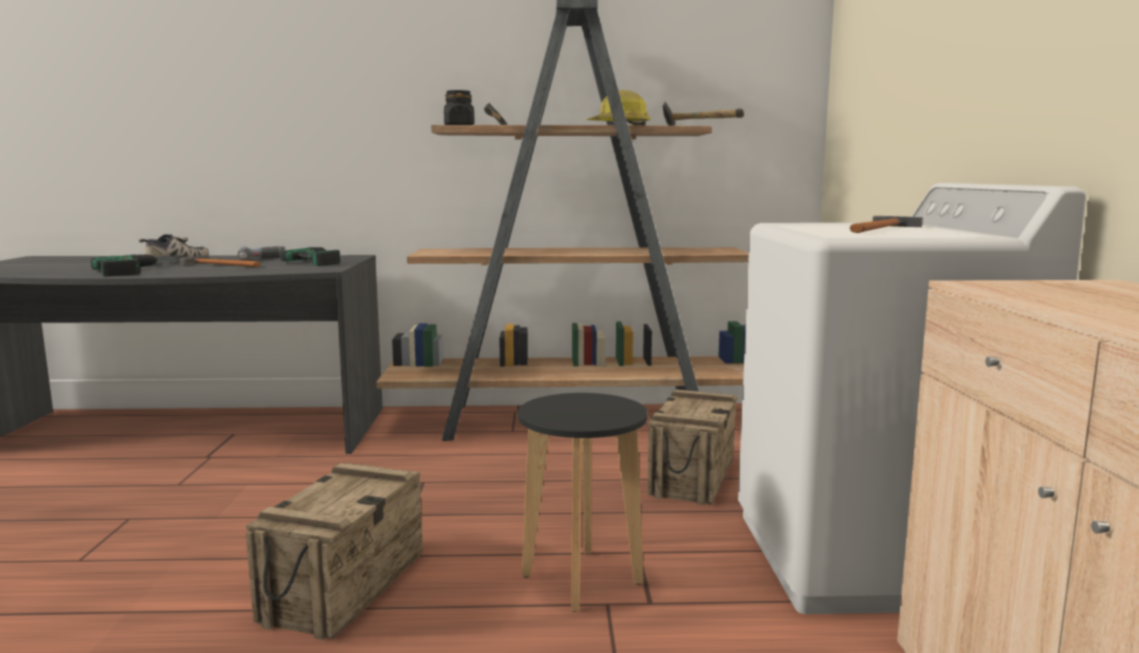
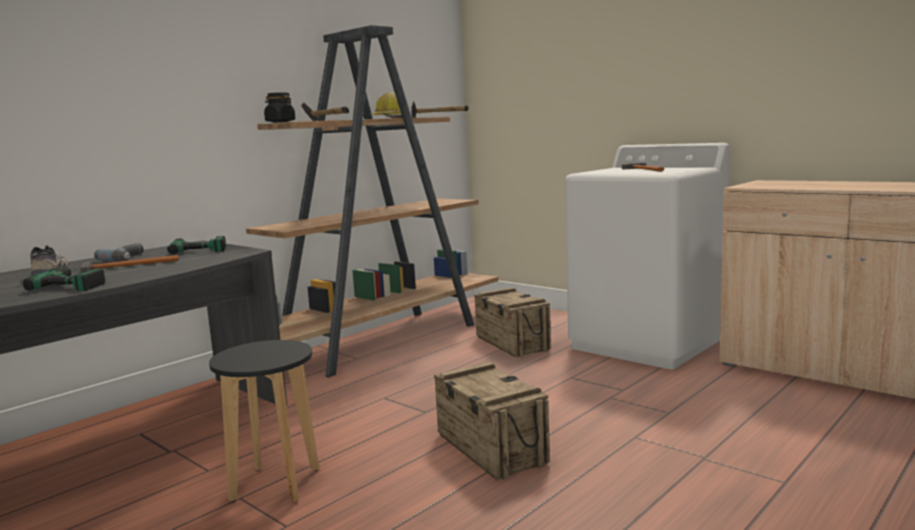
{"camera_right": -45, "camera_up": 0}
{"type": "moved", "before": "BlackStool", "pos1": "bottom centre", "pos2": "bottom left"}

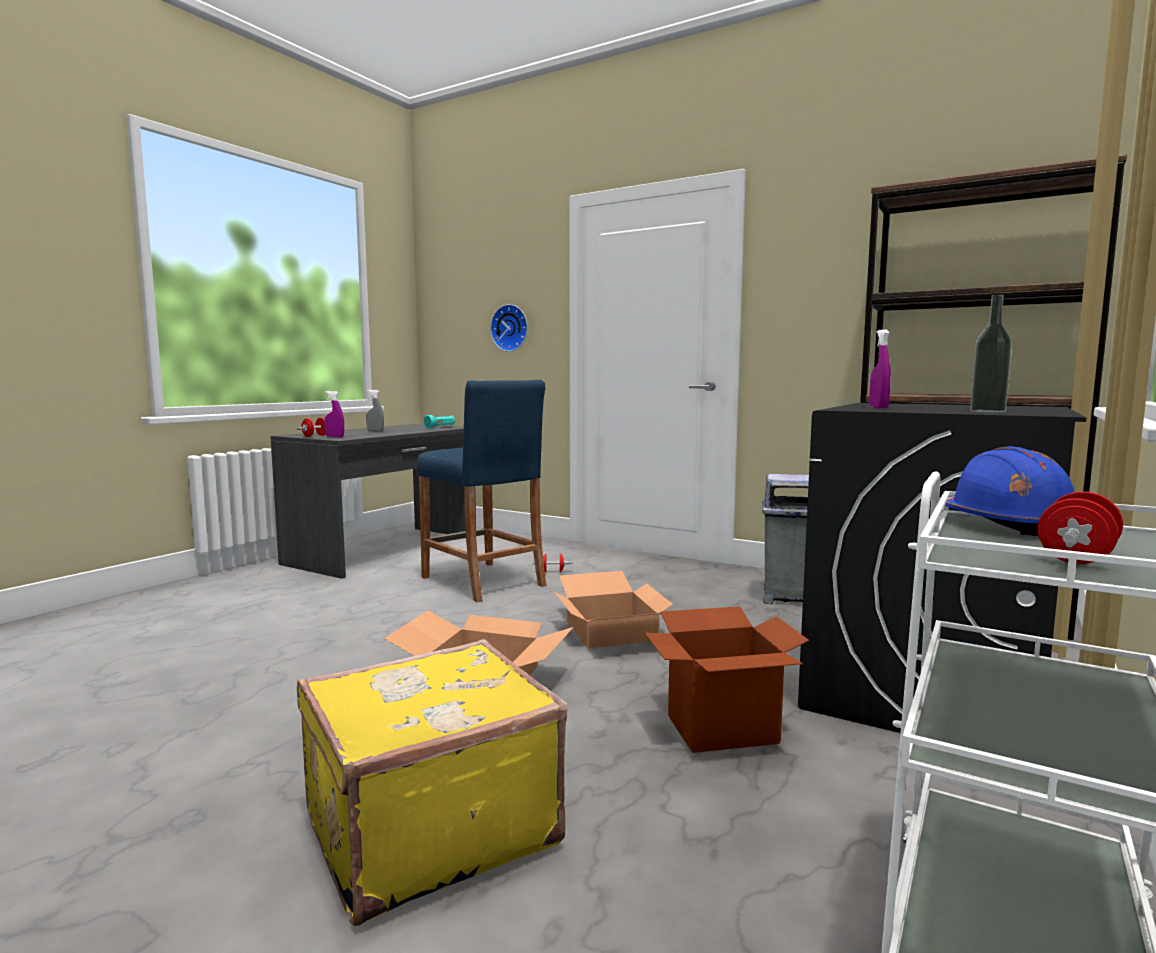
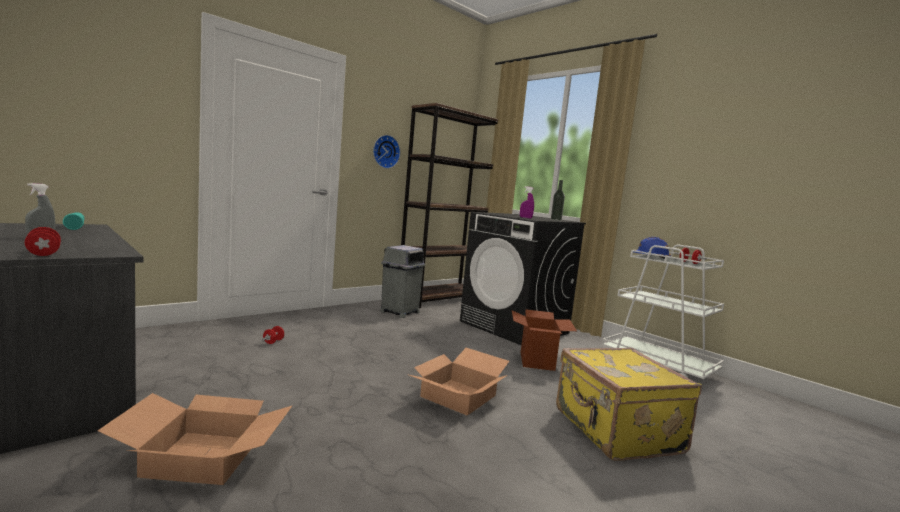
{"camera_right": -75, "camera_up": 0}
{"type": "removed", "before": "PurpleSprayBottle (1st from left)", "pos1": "middle left"}
{"type": "removed", "before": "BlueStool", "pos1": "centre"}
{"type": "moved", "before": "WallClock", "pos1": "centre", "pos2": "top centre"}
{"type": "moved", "before": "CardboardBox (2nd from left in the first image)", "after": "CardboardBox (1st from left)", "pos1": "centre", "pos2": "bottom left"}

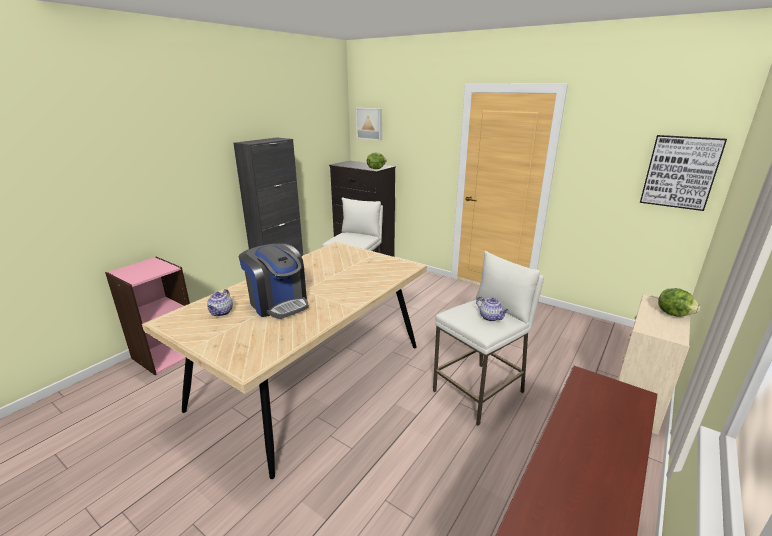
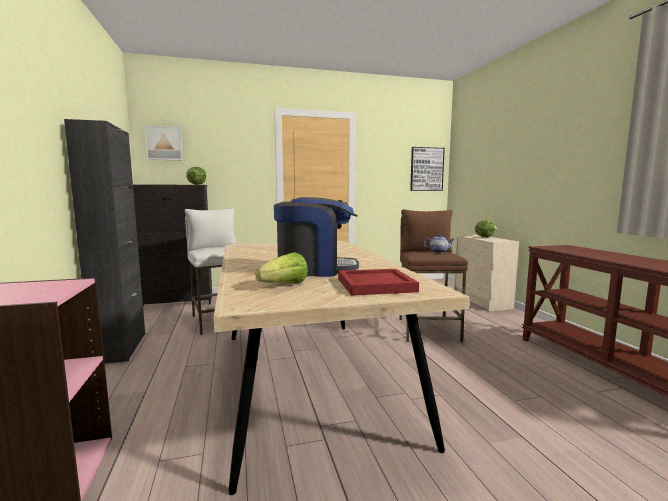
{"camera_right": -50, "camera_up": -15}
{"type": "added", "after": "RedTray", "pos2": "centre"}
{"type": "replaced", "before": "Teapot (1st from left)", "after": "Lettuce (2nd from left)", "pos1": "middle left", "pos2": "centre"}
{"type": "recoloured", "before": "WhiteStool (2nd from left)", "after": "BrownStool", "pos1": "centre", "pos2": "centre"}

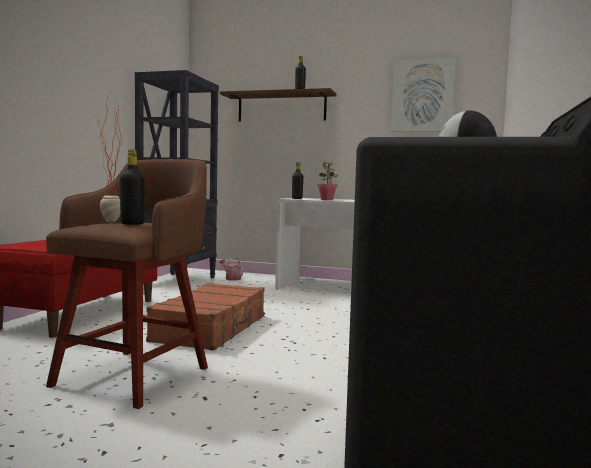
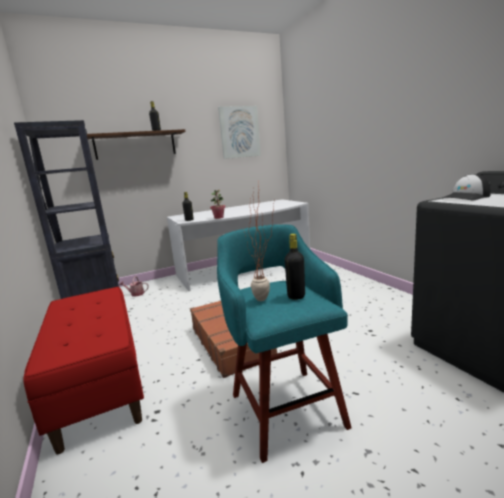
{"camera_right": -40, "camera_up": 10}
{"type": "recoloured", "before": "BrownStool", "after": "TurquoiseStool", "pos1": "middle left", "pos2": "bottom centre"}

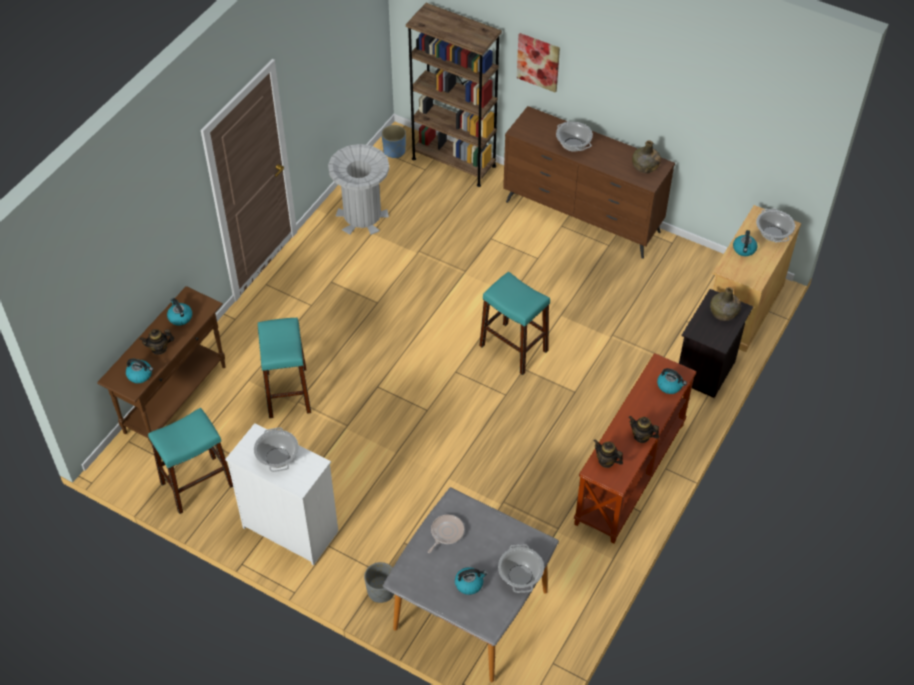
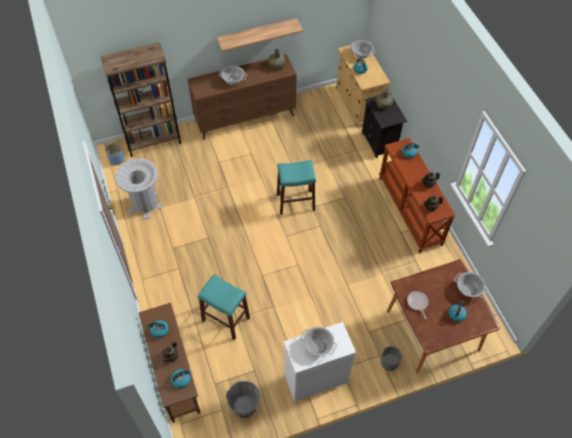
{"camera_right": -50, "camera_up": 5}
{"type": "removed", "before": "Picture", "pos1": "top centre"}
{"type": "added", "after": "Shelf", "pos2": "top centre"}
{"type": "replaced", "before": "TurquoiseStool (1st from left)", "after": "GreyBucket", "pos1": "bottom left", "pos2": "bottom centre"}
{"type": "recoloured", "before": "GreyDiningTable", "after": "BrownDiningTable", "pos1": "bottom centre", "pos2": "bottom right"}

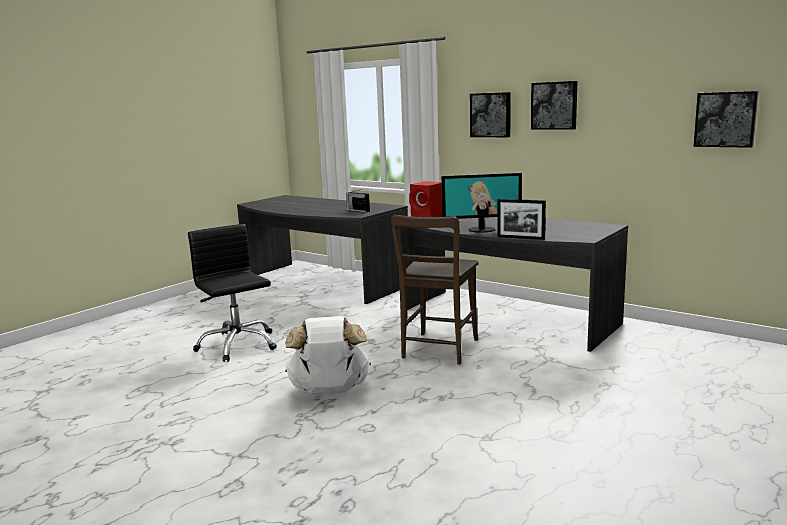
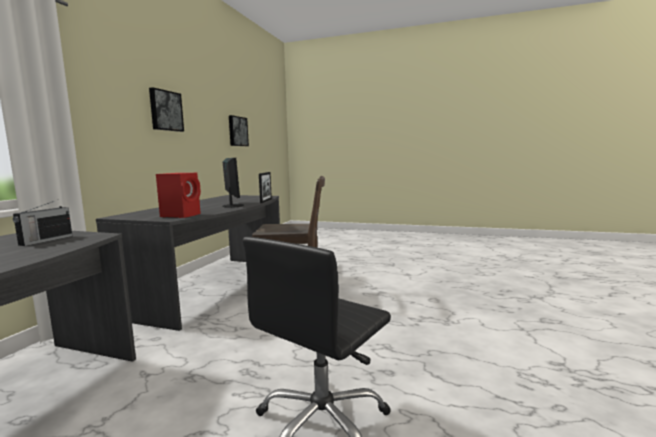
{"camera_right": -110, "camera_up": -5}
{"type": "removed", "before": "WhiteBackpack", "pos1": "bottom centre"}
{"type": "removed", "before": "Picture (1st from left)", "pos1": "top centre"}

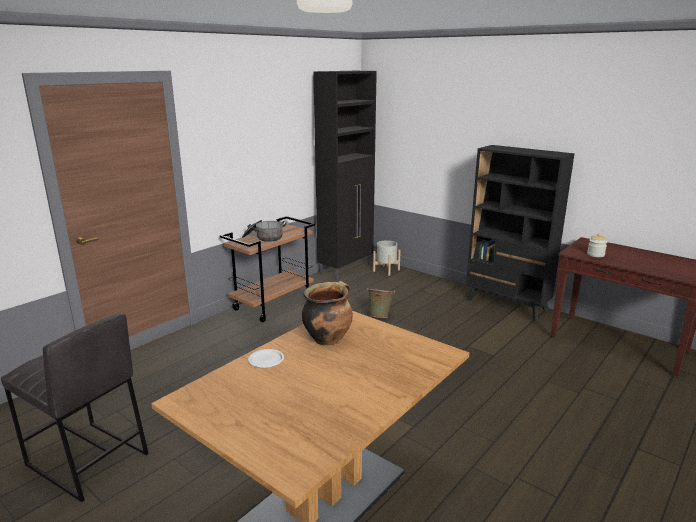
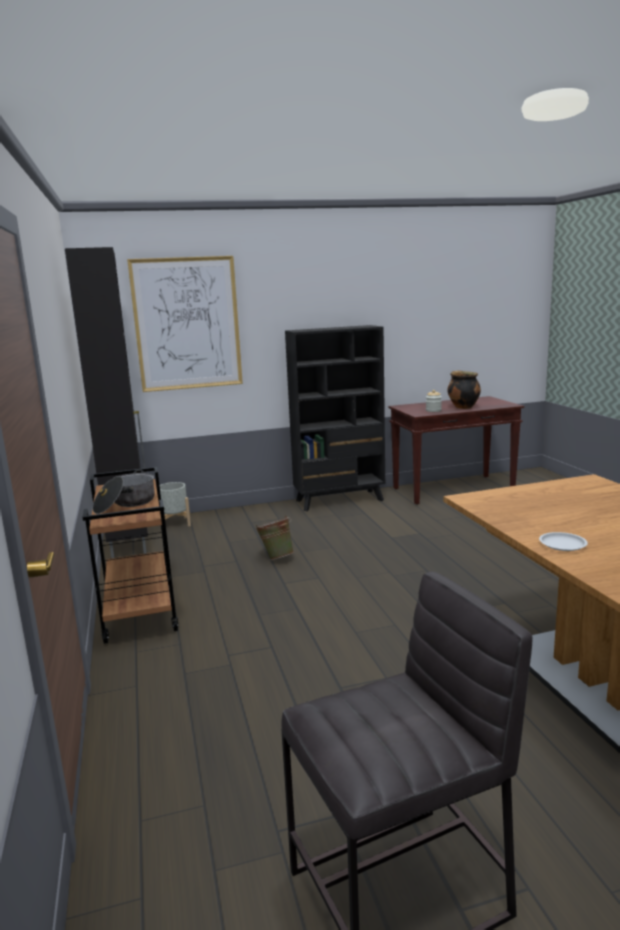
{"camera_right": -55, "camera_up": -5}
{"type": "added", "after": "Picture", "pos2": "middle left"}
{"type": "moved", "before": "CookingPot (2nd from left)", "pos1": "centre", "pos2": "middle right"}

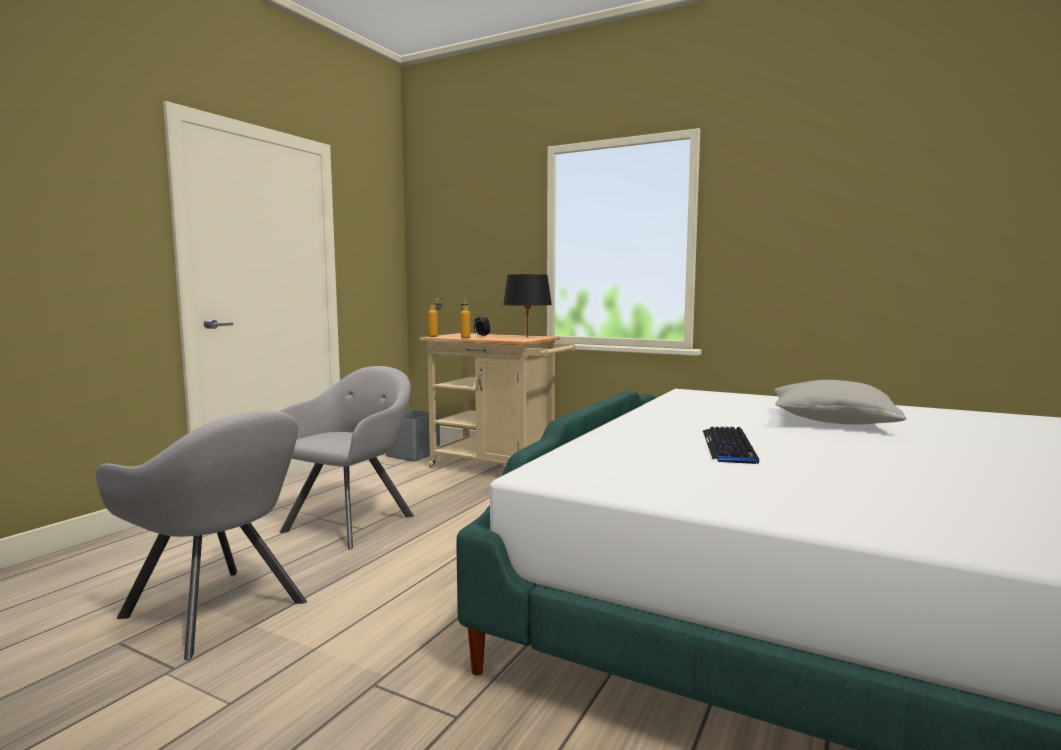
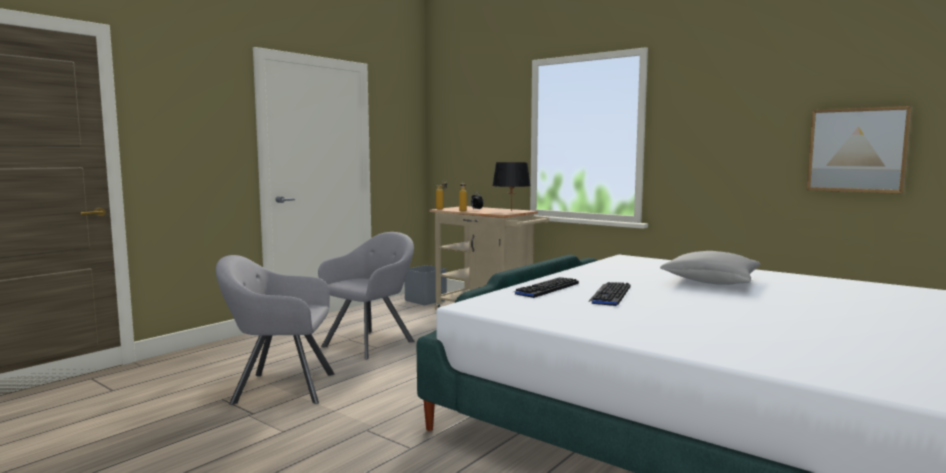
{"camera_right": 10, "camera_up": 0}
{"type": "added", "after": "Keyboard (1st from left)", "pos2": "centre"}
{"type": "added", "after": "Picture", "pos2": "top right"}
{"type": "turned", "before": "GreyArmchair (1st from left)", "pos1": "bottom left", "pos2": "bottom left", "turn": 135}

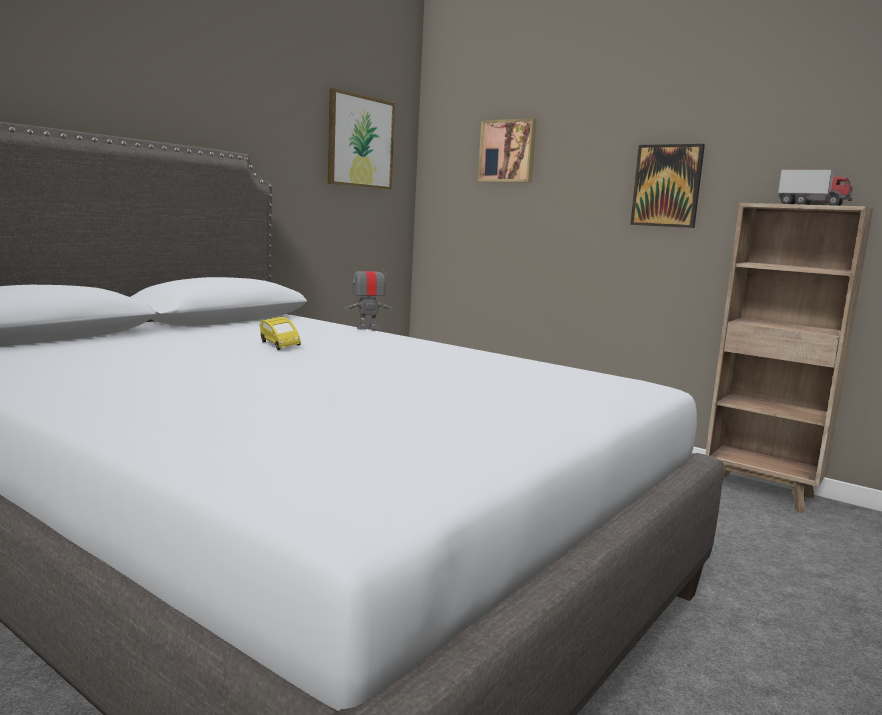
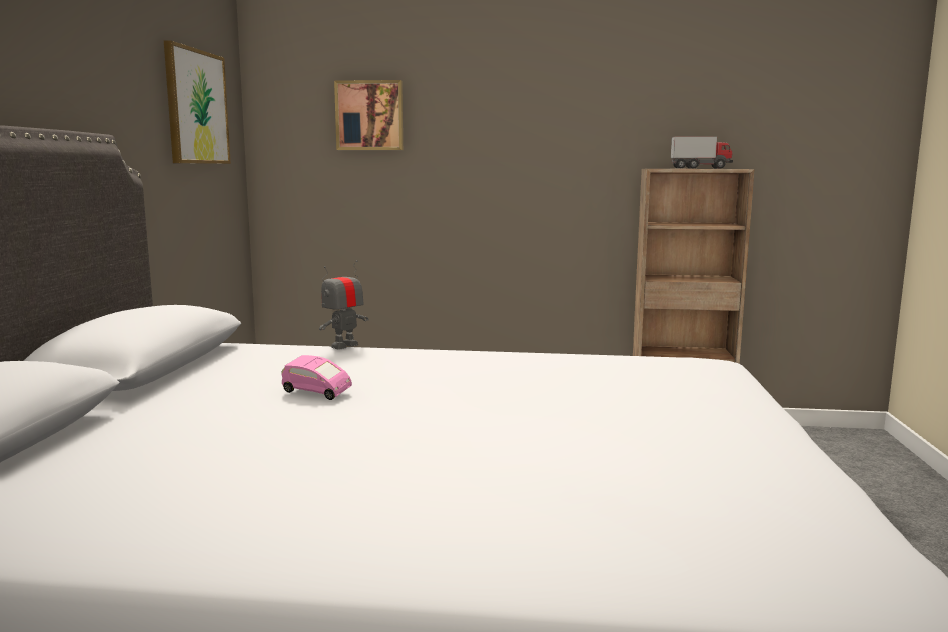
{"camera_right": -30, "camera_up": 0}
{"type": "removed", "before": "Picture (3rd from left)", "pos1": "top right"}
{"type": "recoloured", "before": "YellowToyCar", "after": "PinkToyCar", "pos1": "middle left", "pos2": "centre"}

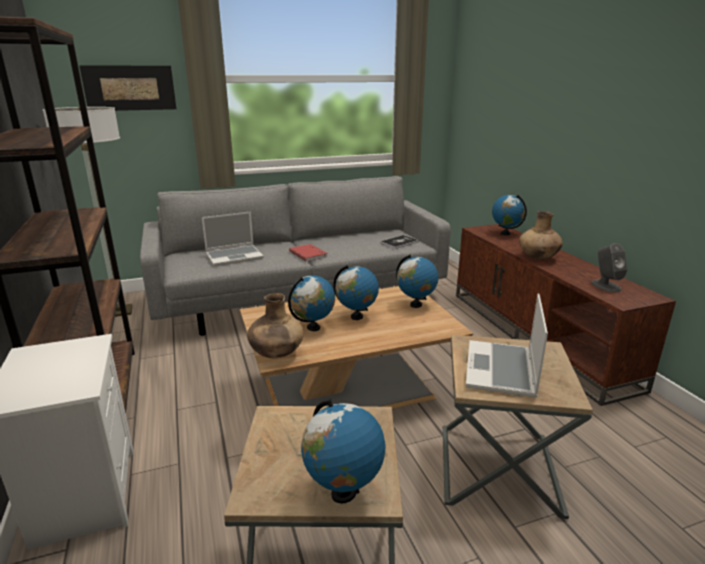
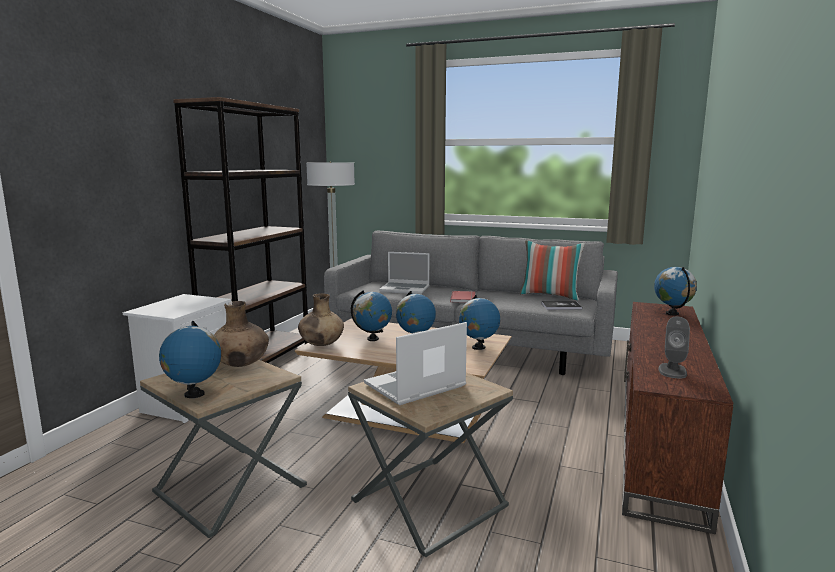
{"camera_right": 40, "camera_up": -10}
{"type": "removed", "before": "Picture", "pos1": "top left"}
{"type": "added", "after": "Pillow", "pos2": "centre"}
{"type": "moved", "before": "BrownVase (2nd from left in the first image)", "after": "BrownVase (1st from left)", "pos1": "middle right", "pos2": "middle left"}

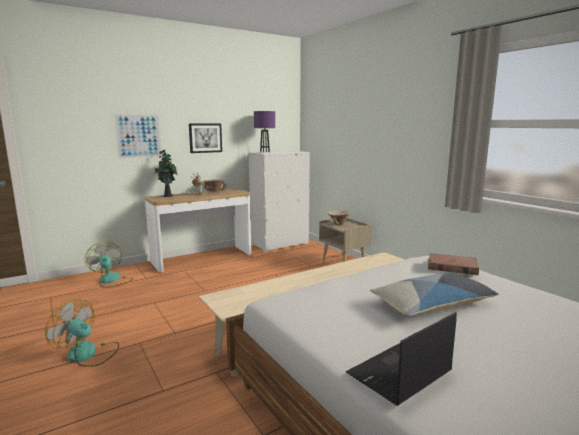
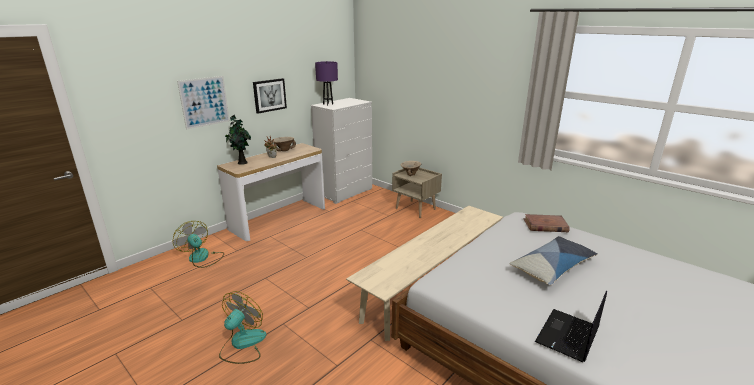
{"camera_right": -15, "camera_up": 10}
{"type": "turned", "before": "Fan (1st from left in the first image)", "pos1": "bottom left", "pos2": "bottom left", "turn": 105}

